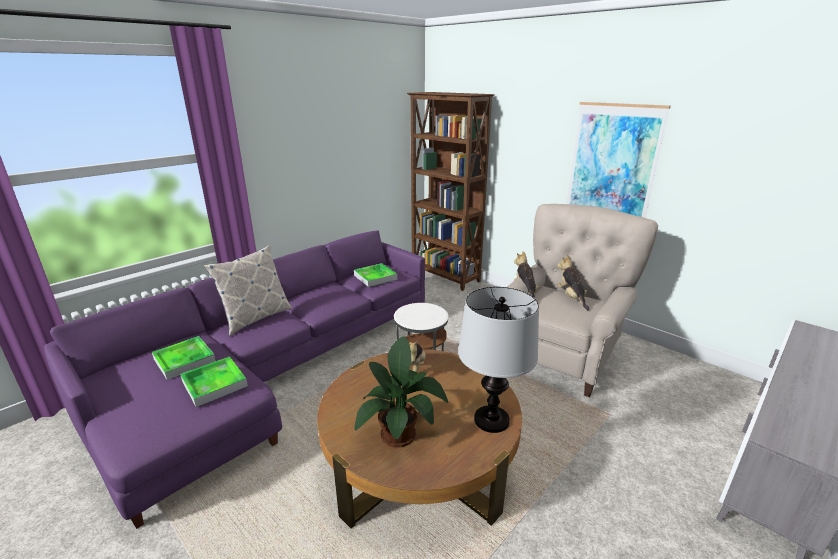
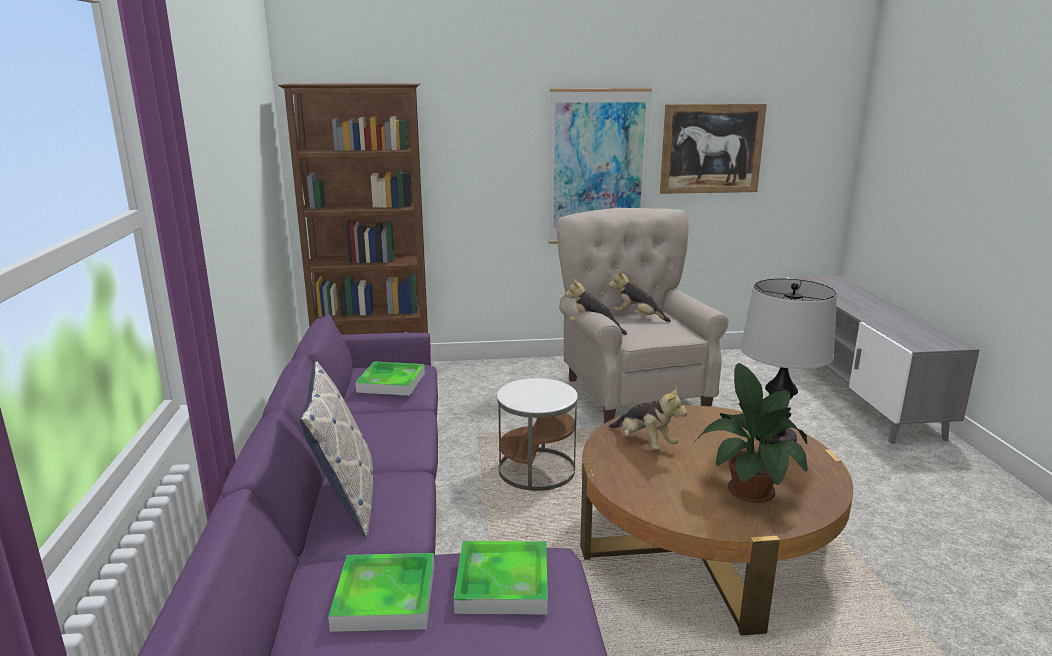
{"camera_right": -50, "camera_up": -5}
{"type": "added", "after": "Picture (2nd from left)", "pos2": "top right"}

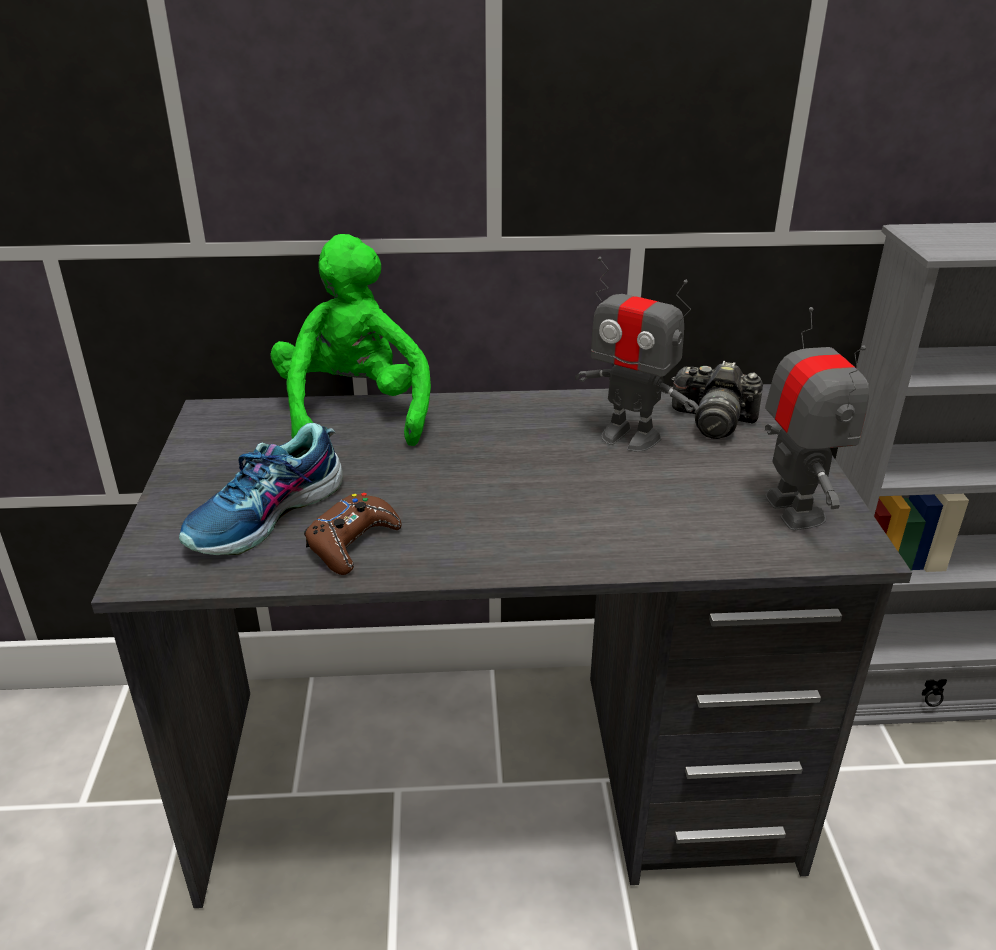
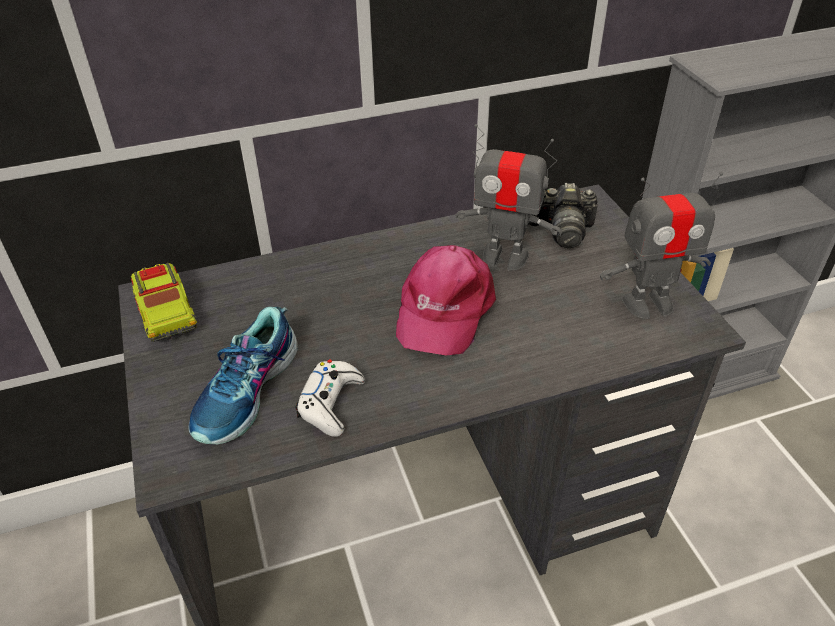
{"camera_right": -15, "camera_up": 10}
{"type": "removed", "before": "GreenPlushToy", "pos1": "centre"}
{"type": "added", "after": "ToyTruck", "pos2": "middle left"}
{"type": "added", "after": "PinkCap", "pos2": "centre"}
{"type": "recoloured", "before": "BrownGameController", "after": "WhiteGameController", "pos1": "centre", "pos2": "centre"}
{"type": "turned", "before": "ToyRobot (2nd from left)", "pos1": "middle right", "pos2": "middle right", "turn": 105}

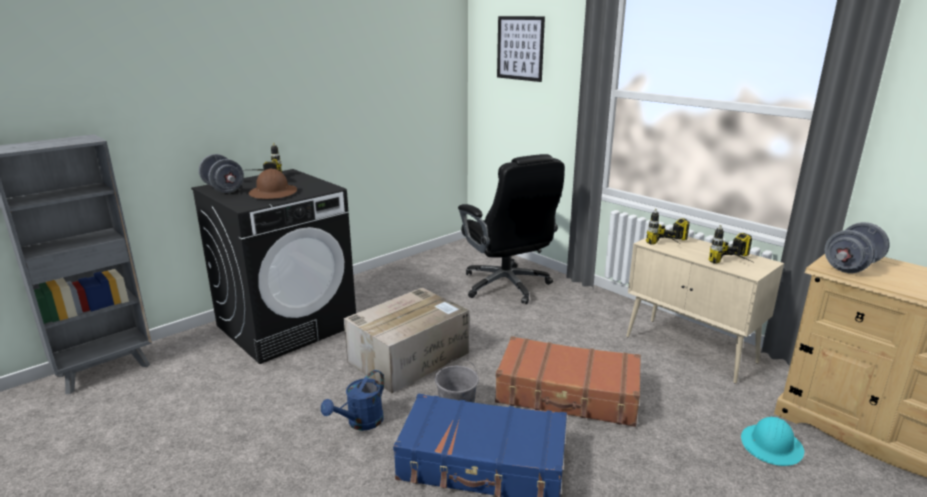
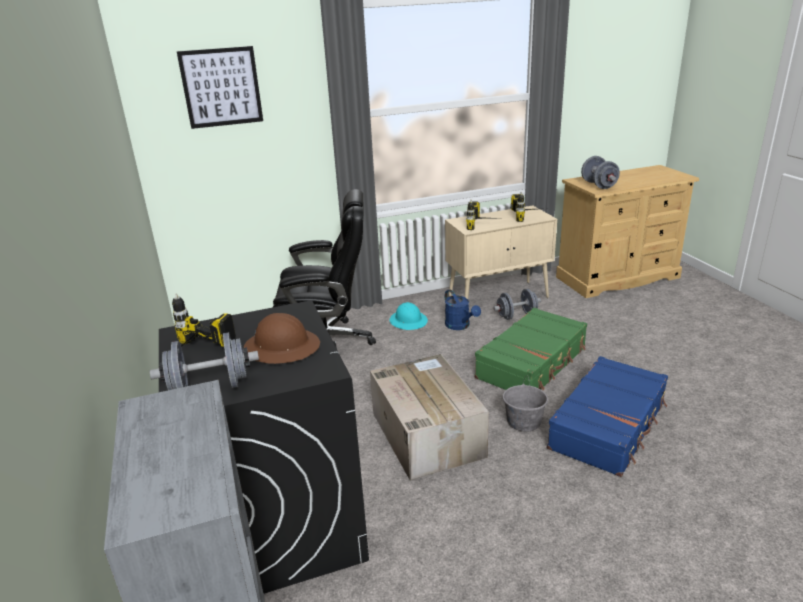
{"camera_right": -65, "camera_up": 5}
{"type": "added", "after": "GreyDumbbell (2nd from left)", "pos2": "centre"}
{"type": "moved", "before": "BlueWateringCan", "pos1": "bottom centre", "pos2": "centre"}
{"type": "moved", "before": "TurquoiseHardHat", "pos1": "bottom right", "pos2": "centre"}
{"type": "recoloured", "before": "BrownSuitcase", "after": "GreenSuitcase", "pos1": "bottom centre", "pos2": "centre"}

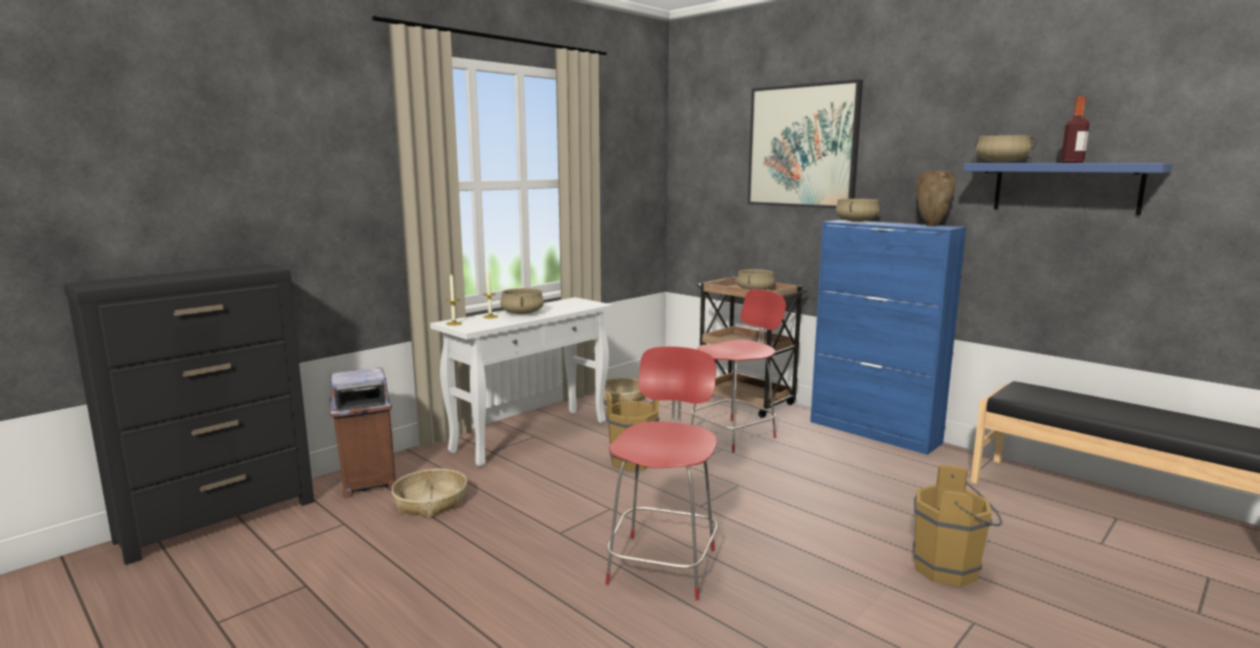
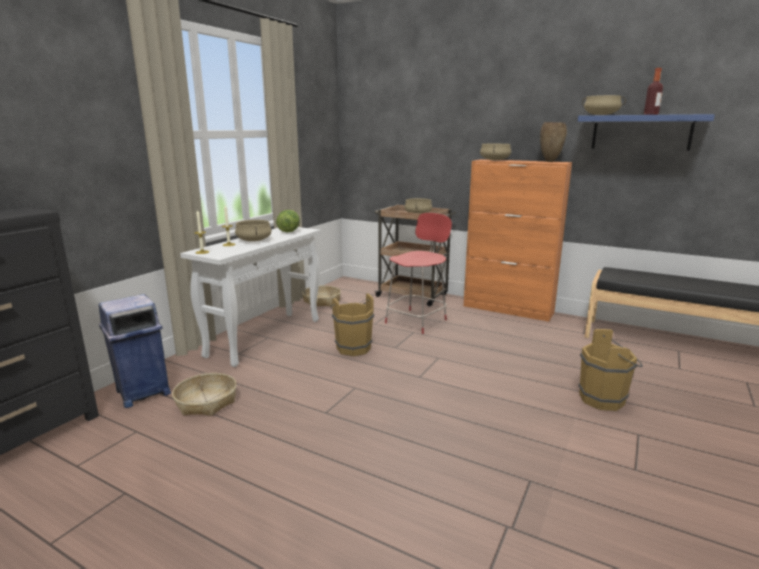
{"camera_right": -15, "camera_up": 5}
{"type": "removed", "before": "RedChair (1st from left)", "pos1": "bottom centre"}
{"type": "removed", "before": "Picture", "pos1": "top centre"}
{"type": "added", "after": "Lettuce", "pos2": "centre"}
{"type": "recoloured", "before": "BrownTrashCan", "after": "BlueTrashCan", "pos1": "bottom left", "pos2": "middle left"}
{"type": "recoloured", "before": "BlueCabinet", "after": "OrangeCabinet", "pos1": "middle right", "pos2": "middle right"}

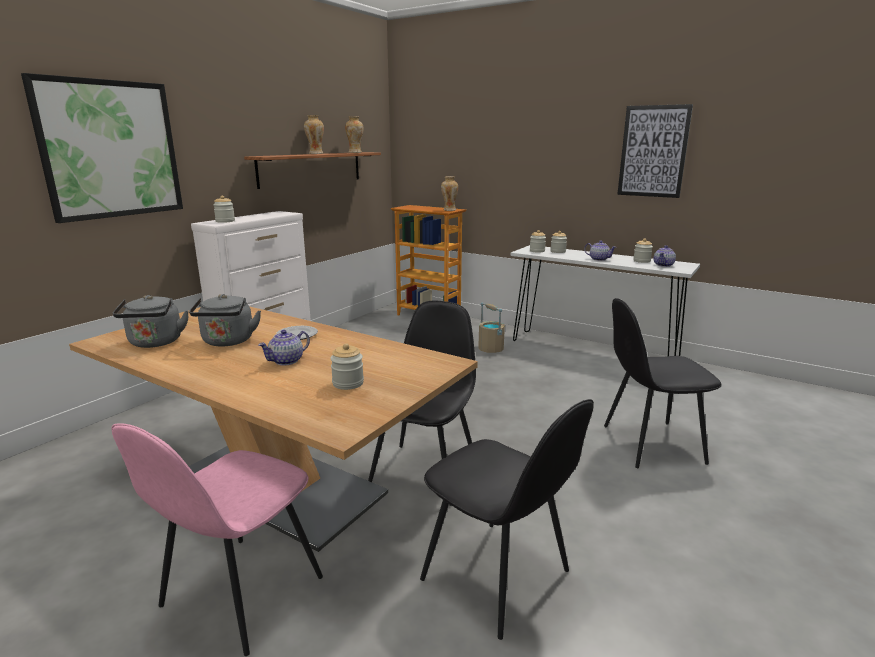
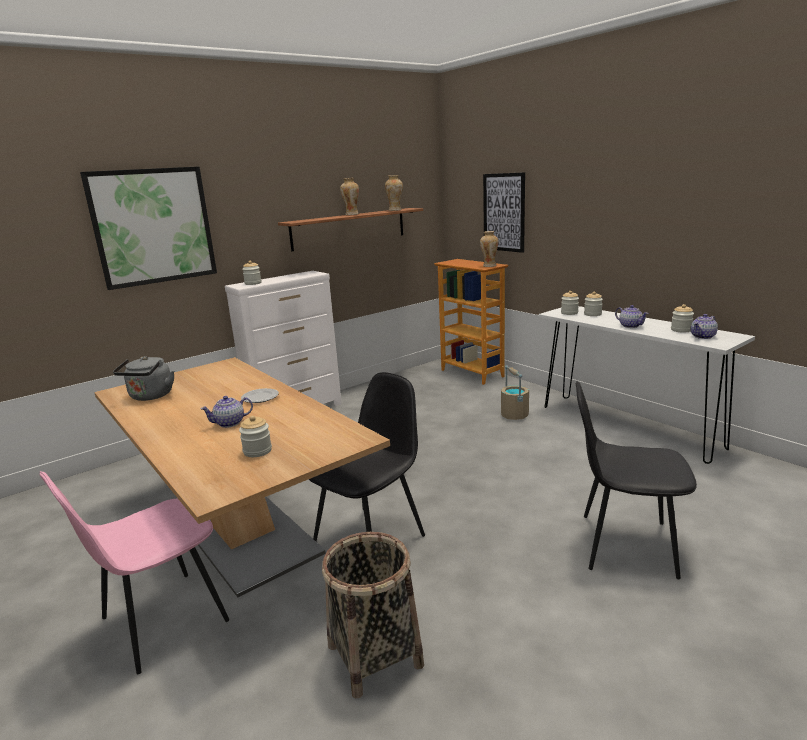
{"camera_right": 20, "camera_up": 0}
{"type": "removed", "before": "GreyKettle (2nd from left)", "pos1": "middle left"}
{"type": "moved", "before": "Picture (2nd from left)", "pos1": "top right", "pos2": "top centre"}
{"type": "replaced", "before": "BlackChair (2nd from left)", "after": "Basket", "pos1": "bottom centre", "pos2": "bottom centre"}

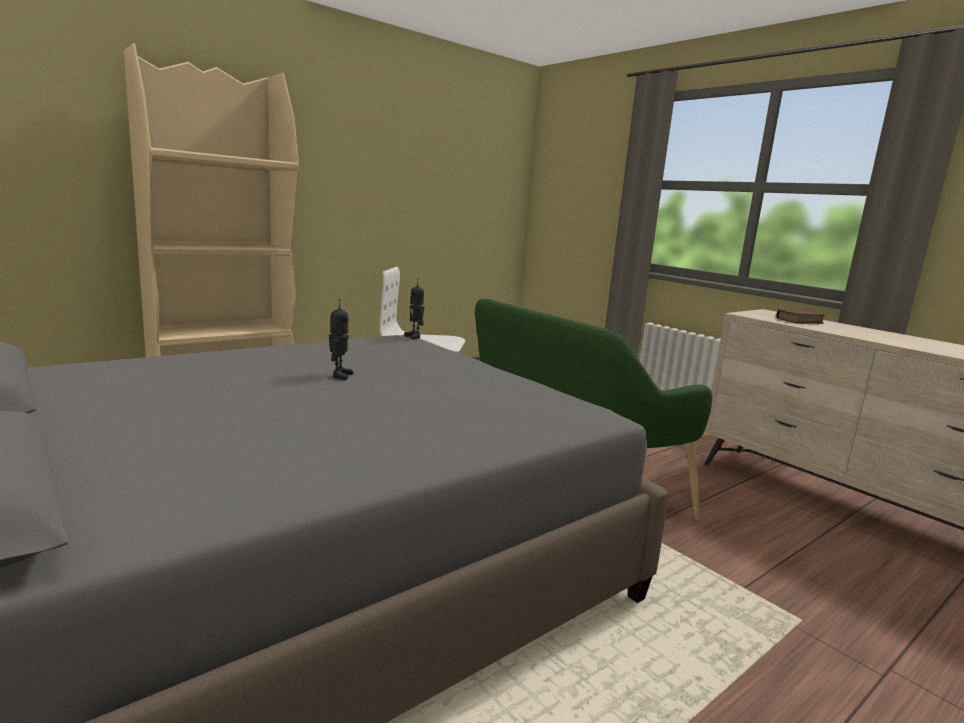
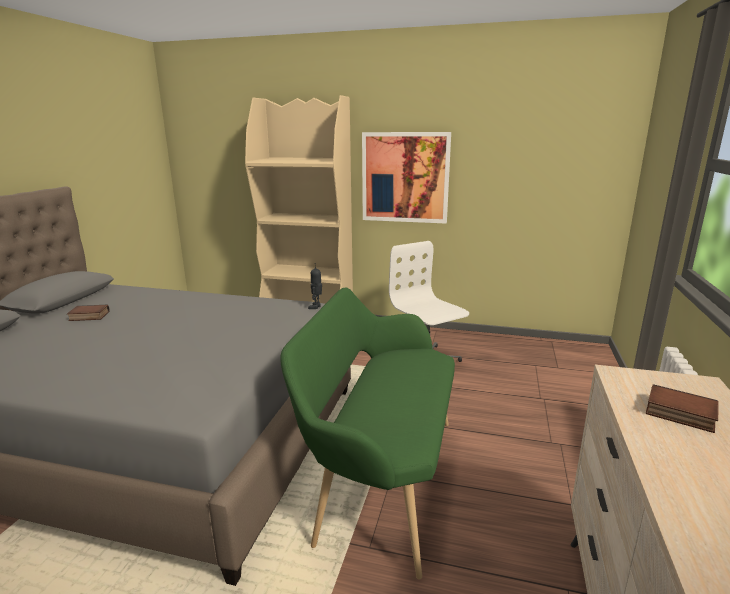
{"camera_right": 55, "camera_up": 5}
{"type": "removed", "before": "ToyRobot (1st from left)", "pos1": "centre"}
{"type": "added", "after": "Book (1st from left)", "pos2": "middle left"}
{"type": "added", "after": "Picture", "pos2": "top centre"}

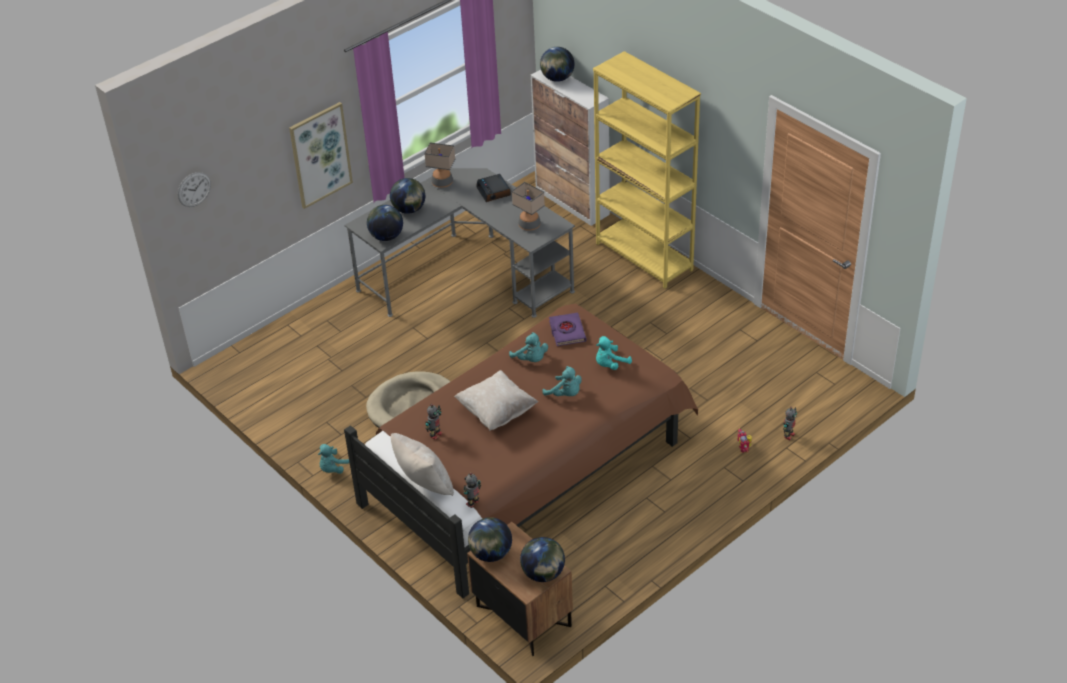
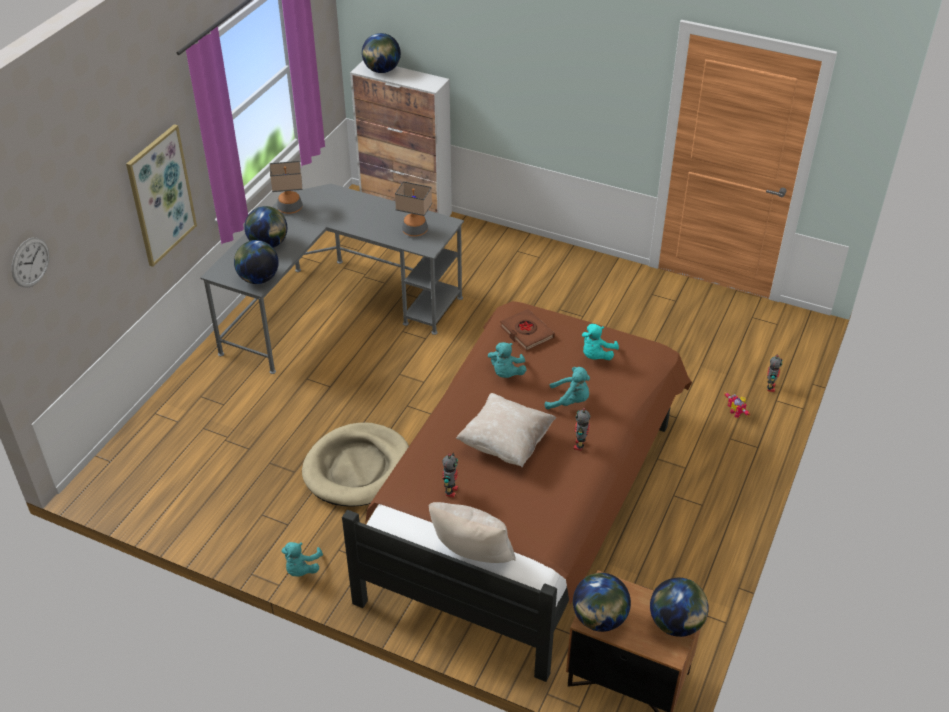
{"camera_right": -25, "camera_up": 0}
{"type": "removed", "before": "AlarmClock", "pos1": "top centre"}
{"type": "removed", "before": "YellowBookcase", "pos1": "top centre"}
{"type": "moved", "before": "ToyRobot (2nd from left)", "pos1": "bottom centre", "pos2": "centre"}
{"type": "recoloured", "before": "PurpleBook", "after": "BrownBook", "pos1": "centre", "pos2": "centre"}
{"type": "turned", "before": "TurquoisePlushToy (2nd from left)", "pos1": "centre", "pos2": "centre", "turn": 75}

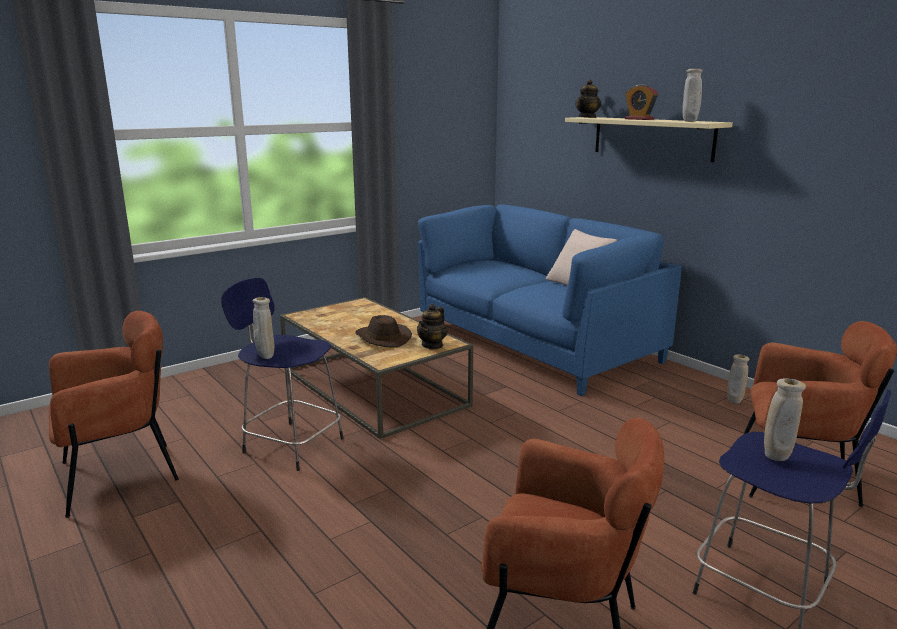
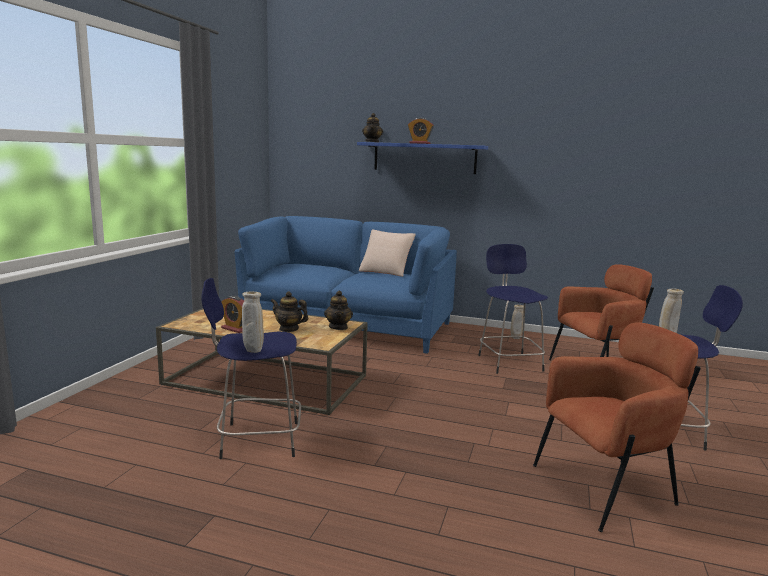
{"camera_right": -35, "camera_up": -5}
{"type": "removed", "before": "BrownArmchair (1st from left)", "pos1": "middle left"}
{"type": "removed", "before": "BeigeVase (2nd from left)", "pos1": "top right"}
{"type": "added", "after": "AlarmClock (1st from left)", "pos2": "middle left"}
{"type": "added", "after": "BlueStool (2nd from left)", "pos2": "middle right"}
{"type": "replaced", "before": "BrownHat", "after": "Teapot (1st from left)", "pos1": "centre", "pos2": "centre"}
{"type": "recoloured", "before": "BeigeShelf", "after": "BlueShelf", "pos1": "top right", "pos2": "top centre"}

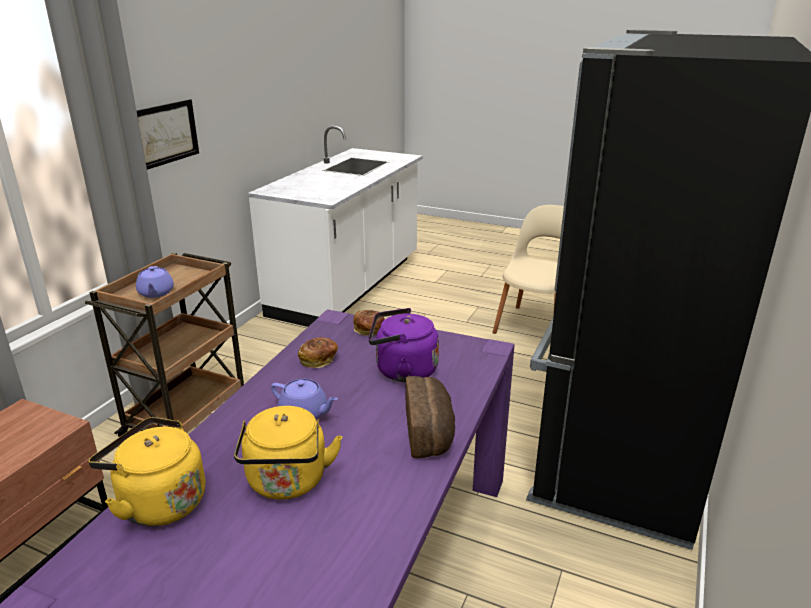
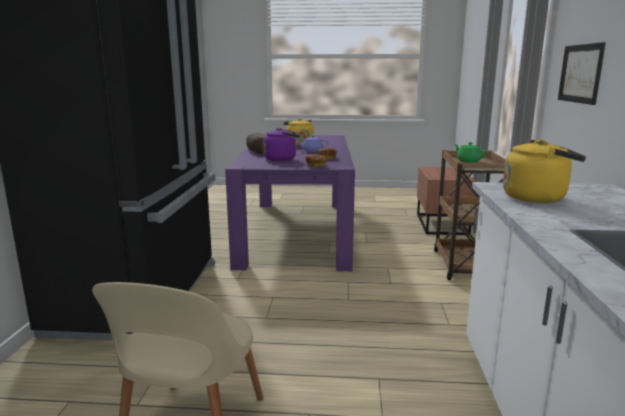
{"camera_right": 160, "camera_up": -10}
{"type": "moved", "before": "YellowKettle (1st from left in the first image)", "after": "YellowKettle (2nd from left)", "pos1": "bottom left", "pos2": "middle right"}
{"type": "recoloured", "before": "PurpleTeapot (1st from left)", "after": "GreenTeapot", "pos1": "middle left", "pos2": "middle right"}

